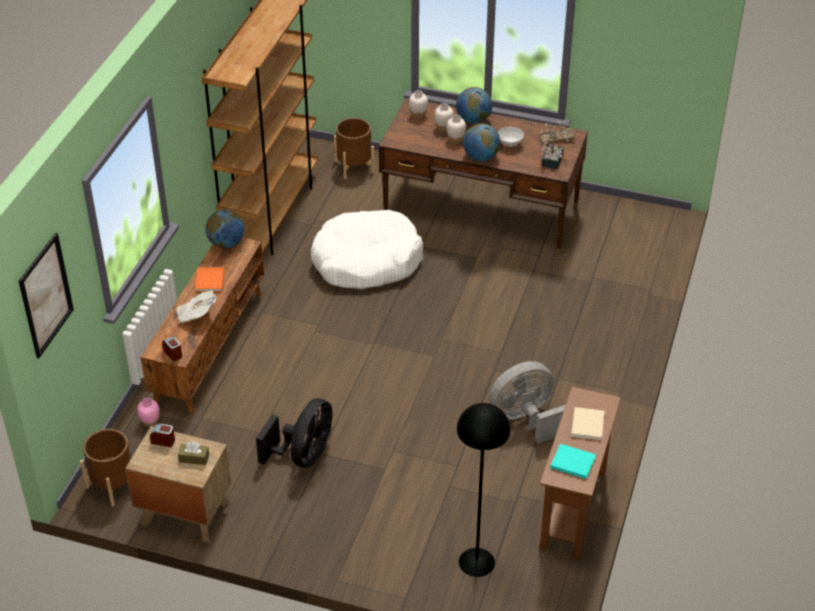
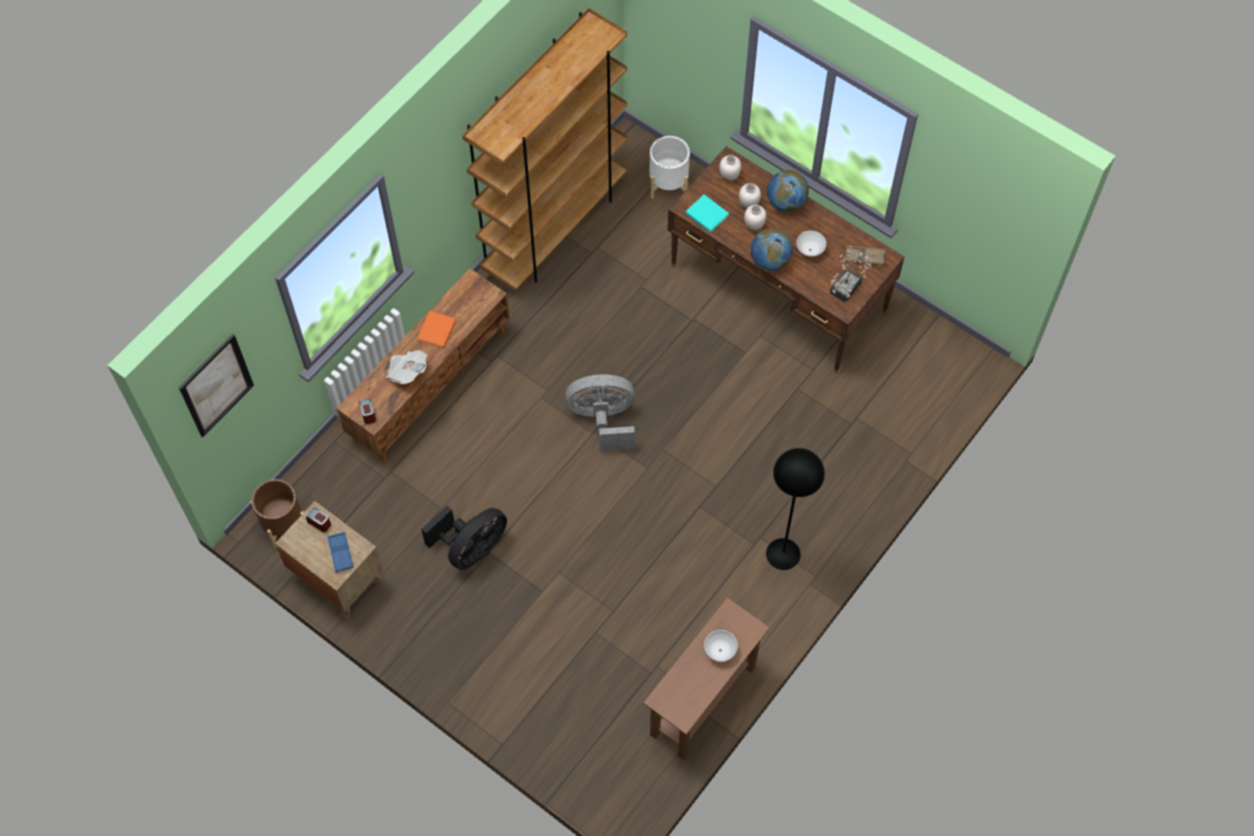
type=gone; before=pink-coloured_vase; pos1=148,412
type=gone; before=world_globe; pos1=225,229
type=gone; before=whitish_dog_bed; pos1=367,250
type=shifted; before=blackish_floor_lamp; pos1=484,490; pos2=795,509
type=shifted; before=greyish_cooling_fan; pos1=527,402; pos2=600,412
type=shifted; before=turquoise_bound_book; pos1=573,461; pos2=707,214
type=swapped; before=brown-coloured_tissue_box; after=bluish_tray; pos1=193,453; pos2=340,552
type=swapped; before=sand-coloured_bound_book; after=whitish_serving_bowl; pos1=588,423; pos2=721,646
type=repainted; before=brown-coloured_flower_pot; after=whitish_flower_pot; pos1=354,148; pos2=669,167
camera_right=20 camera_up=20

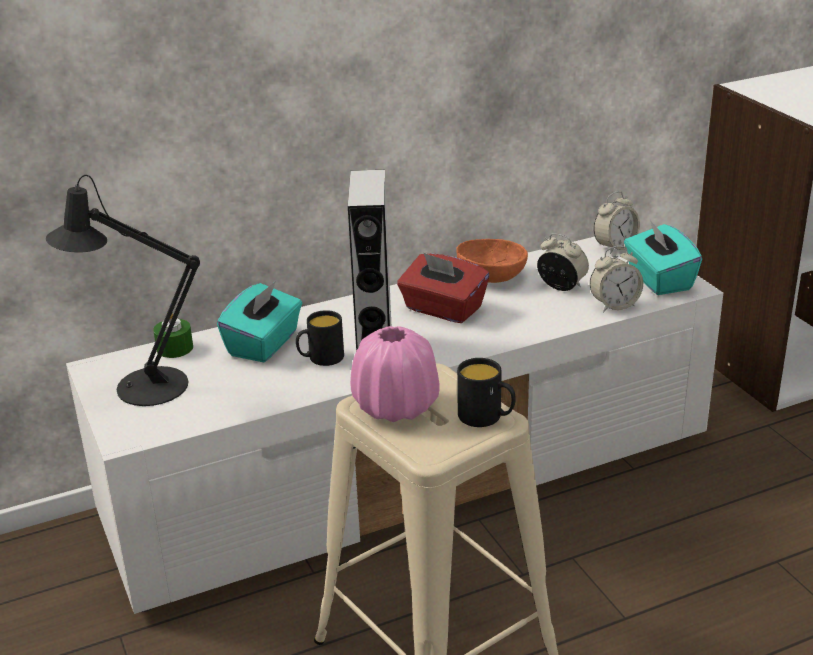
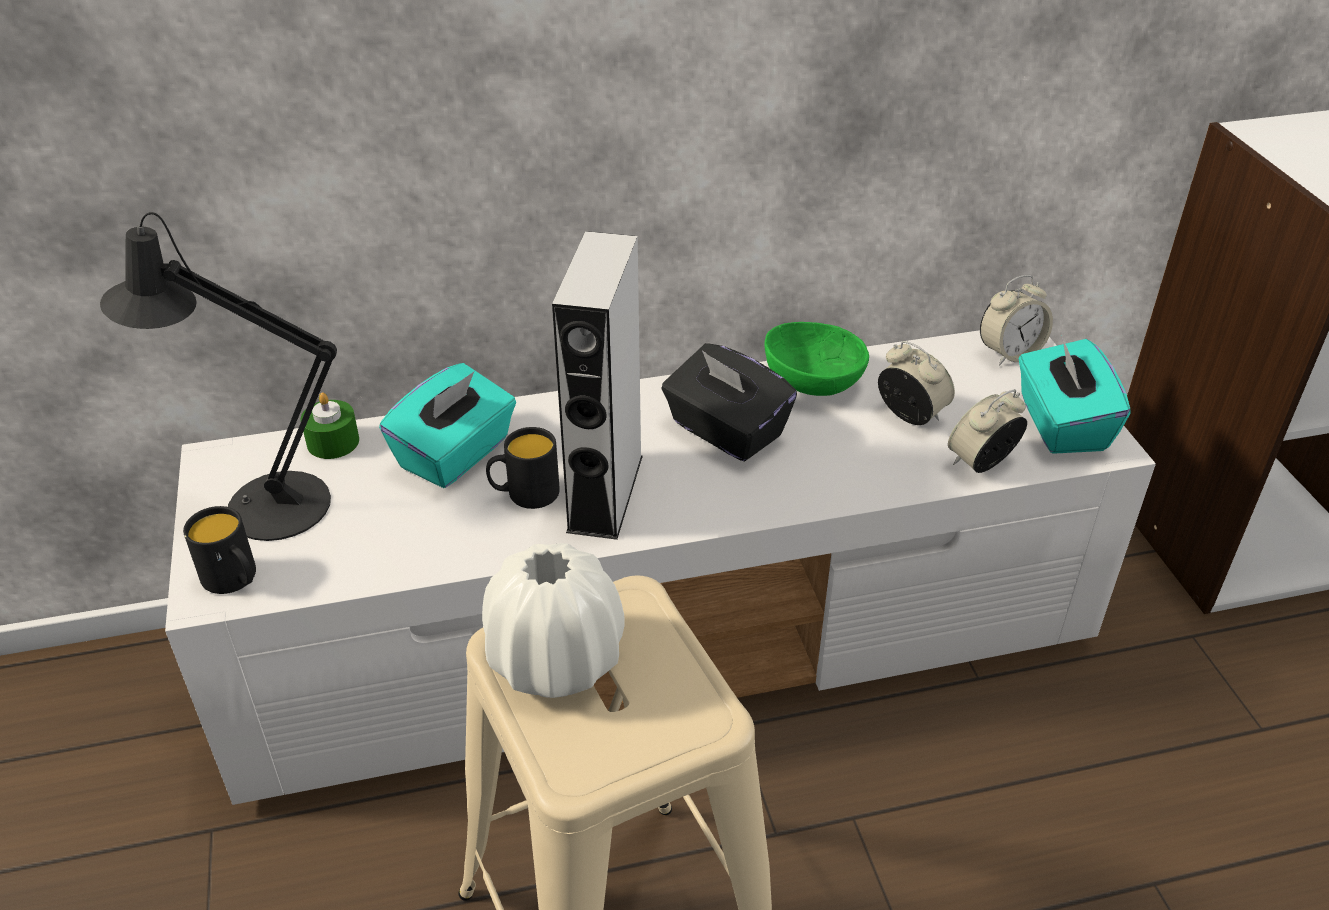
type=shifted; before=blackish_coffee_mug; pos1=486,392; pos2=219,550
type=repainted; before=pink-coloured_vase; after=whitish_vase; pos1=394,374; pos2=553,620
type=repainted; before=reddish_tissue_box; after=blackish_tissue_box; pos1=443,287; pos2=729,402
type=repainted; before=orangey_serving_bowl; after=greenish_serving_bowl; pos1=492,261; pos2=817,359
type=rotated; before=table_clock; pos1=616,279; pos2=987,431; turn=150
camera_right=10 camera_up=10

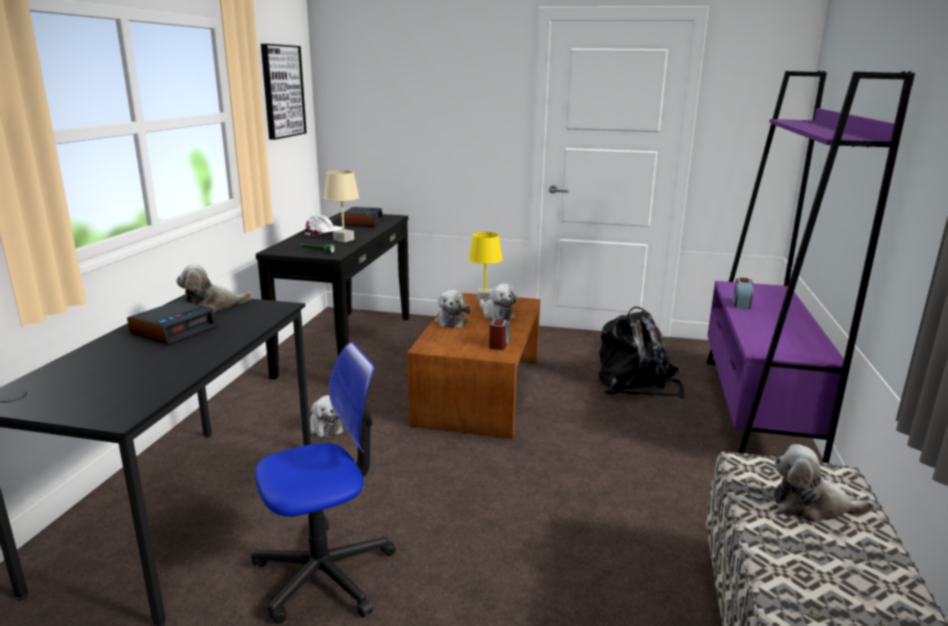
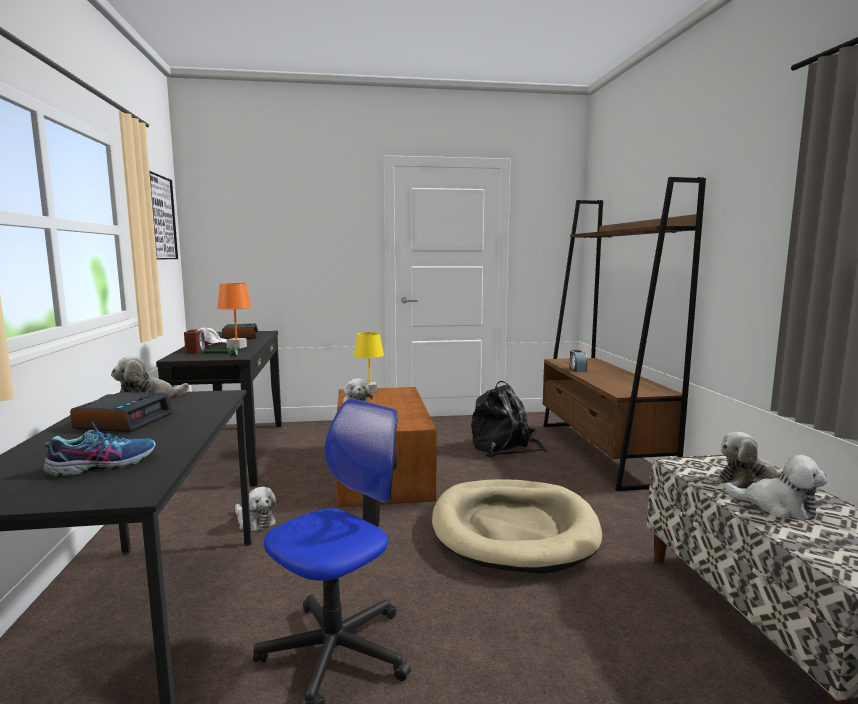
type=new; after=shoe; pos2=99,449
type=new; after=sand-coloured_dog_bed; pos2=517,526
type=shifted; before=soft_toy; pos1=498,302; pos2=776,487
type=shifted; before=table_clock; pos1=499,334; pos2=194,341
type=repainted; before=sand-coloured_tabletop_lamp; after=orangey_tabletop_lamp; pos1=341,206; pos2=234,316
type=repainted; before=purplish_bookcase; after=brown-coloured_bookcase; pos1=811,267; pos2=624,334
camera_right=-20 camera_up=-10

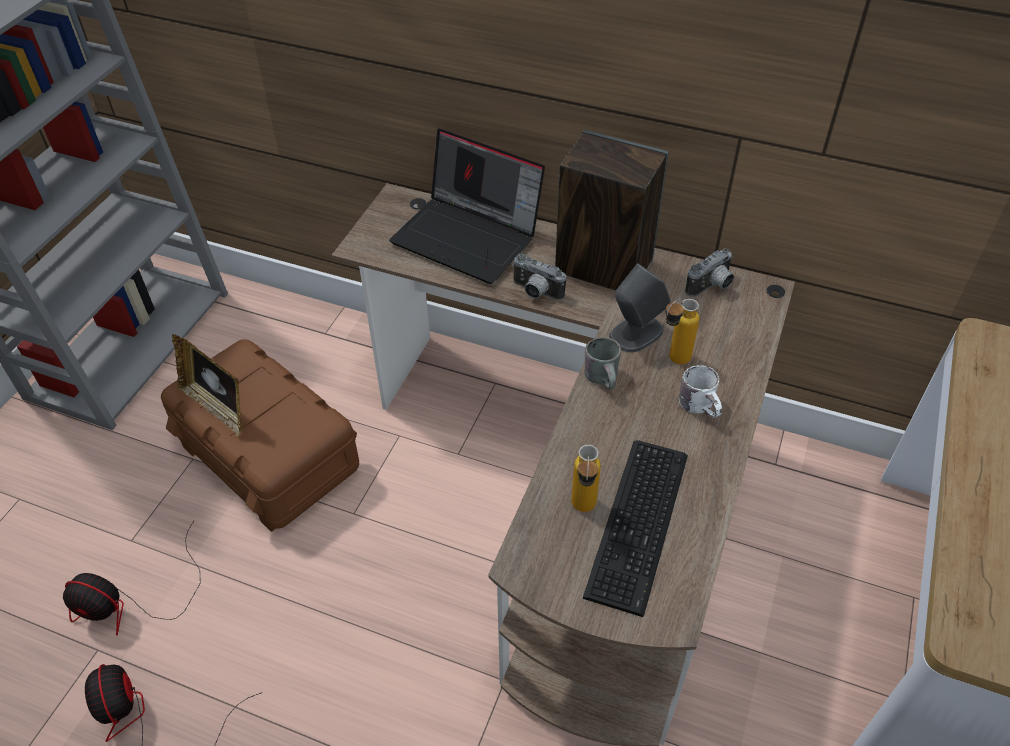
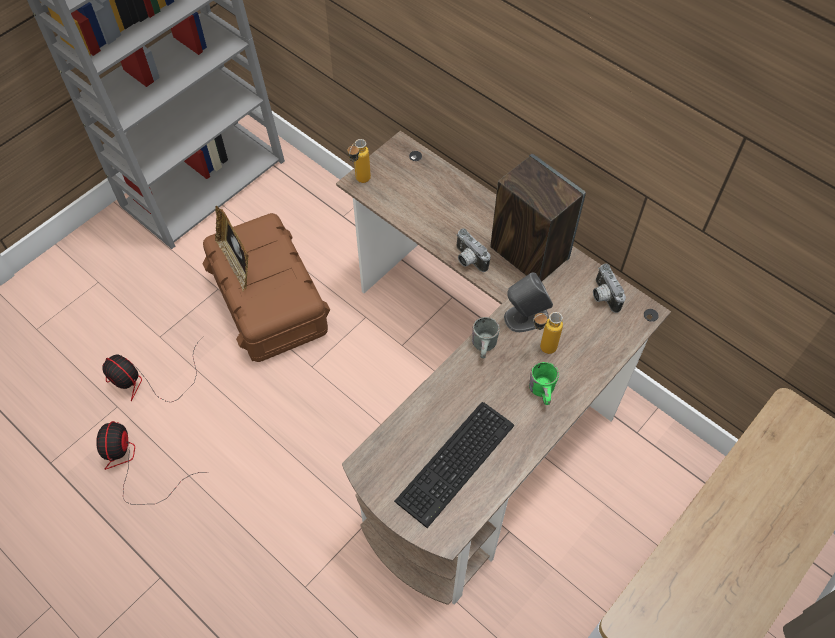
type=gone; before=portable_computer; pos1=467,206
type=shifted; before=beverage_bottle; pos1=586,478; pos2=359,161
type=repainted; before=whitish_coffee_mug; after=greenish_coffee_mug; pos1=700,391; pos2=544,383
type=rotated; before=still_camera; pos1=709,272; pos2=609,288; turn=90
camera_right=20 camera_up=10

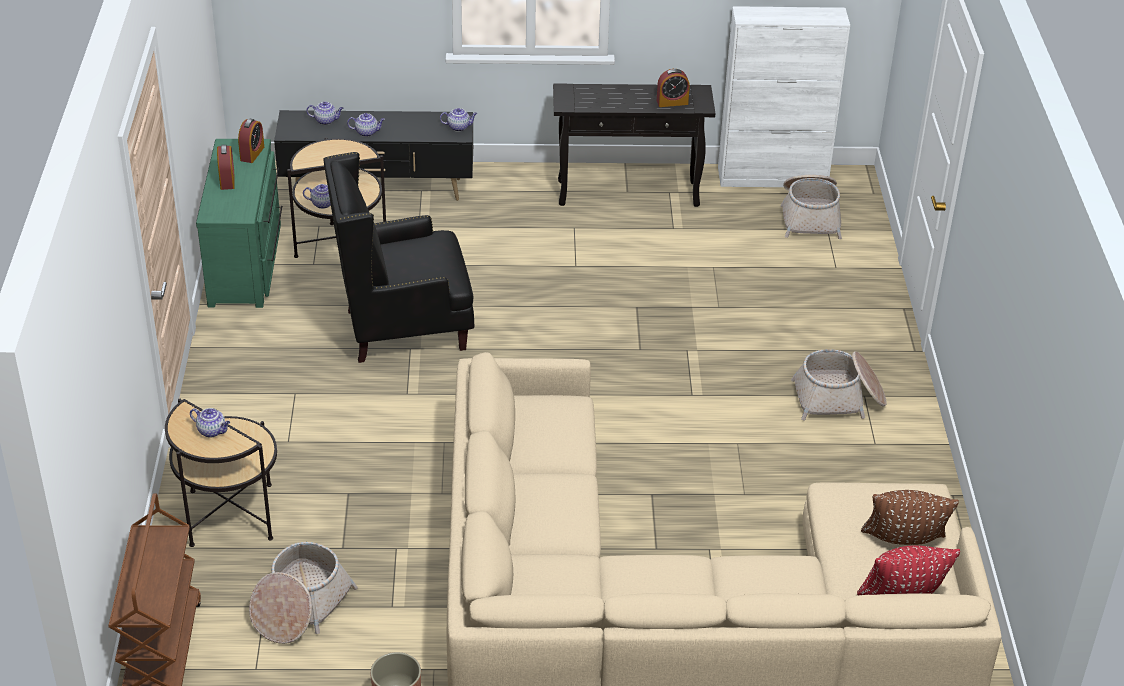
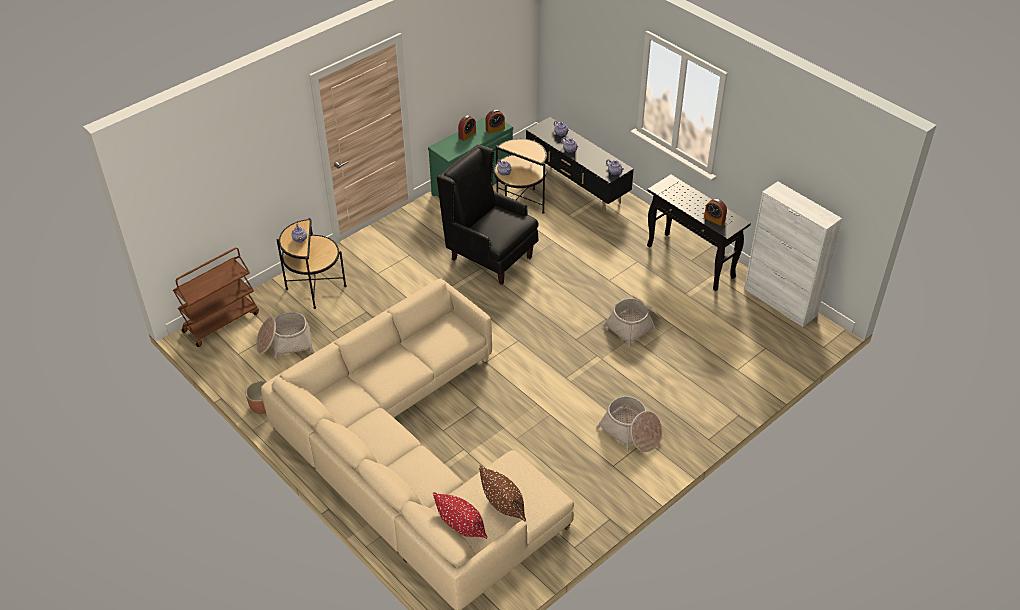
type=shifted; before=basket; pos1=811,207; pos2=632,321
camera_right=50 camera_up=5

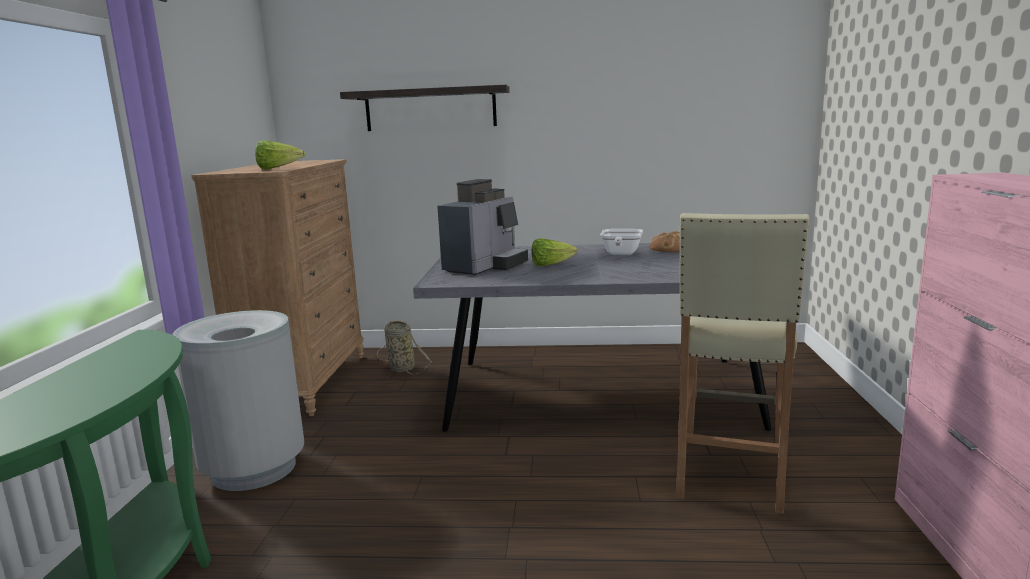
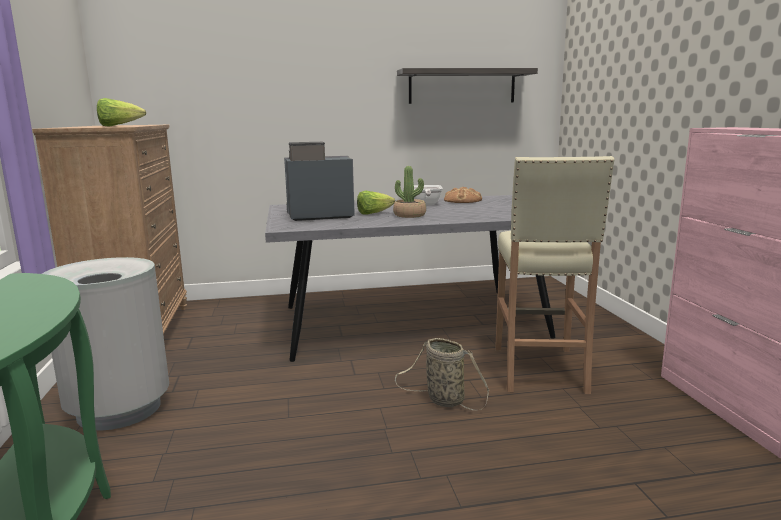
type=new; after=potted_plant; pos2=409,192
type=shifted; before=bracket_shelf; pos1=425,108; pos2=467,86
type=shifted; before=basket; pos1=404,347; pos2=442,374
type=rotated; before=coffee_maker; pos1=482,227; pos2=319,181; turn=-120
camera_right=-15 camera_up=0

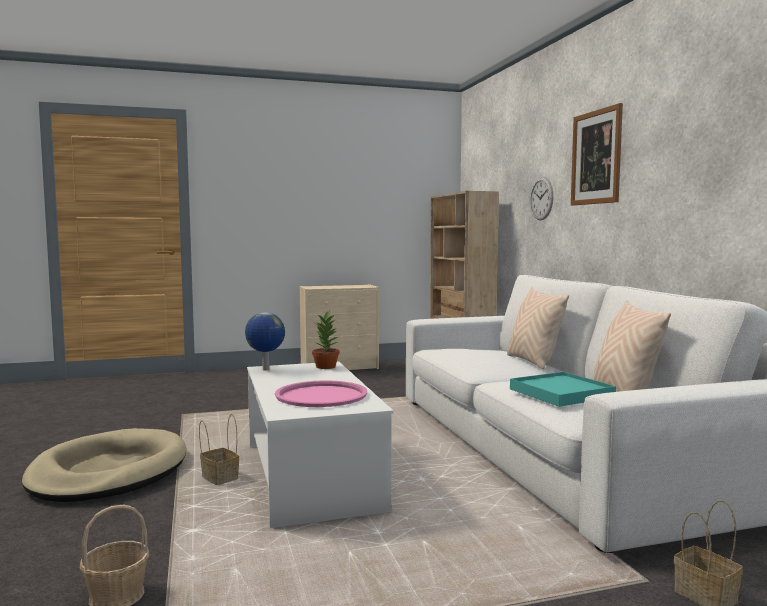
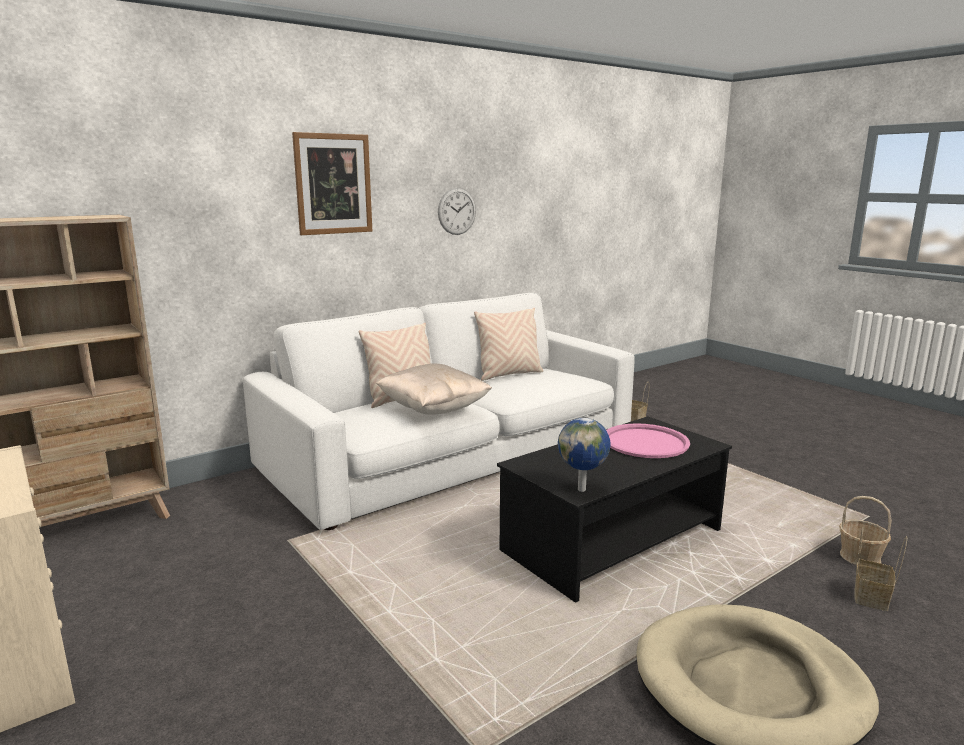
type=gone; before=potted_plant; pos1=326,340
type=gone; before=turquoise_tray; pos1=563,389
type=new; after=sand-coloured_pillow; pos2=434,389
type=shifted; before=basket; pos1=219,449; pos2=880,569
type=shifted; before=hanging_clock; pos1=542,198; pos2=457,211
type=repainted; before=whitish_lounge_table; after=blackish_lounge_table; pos1=320,444; pos2=614,509
camera_right=-110 camera_up=10

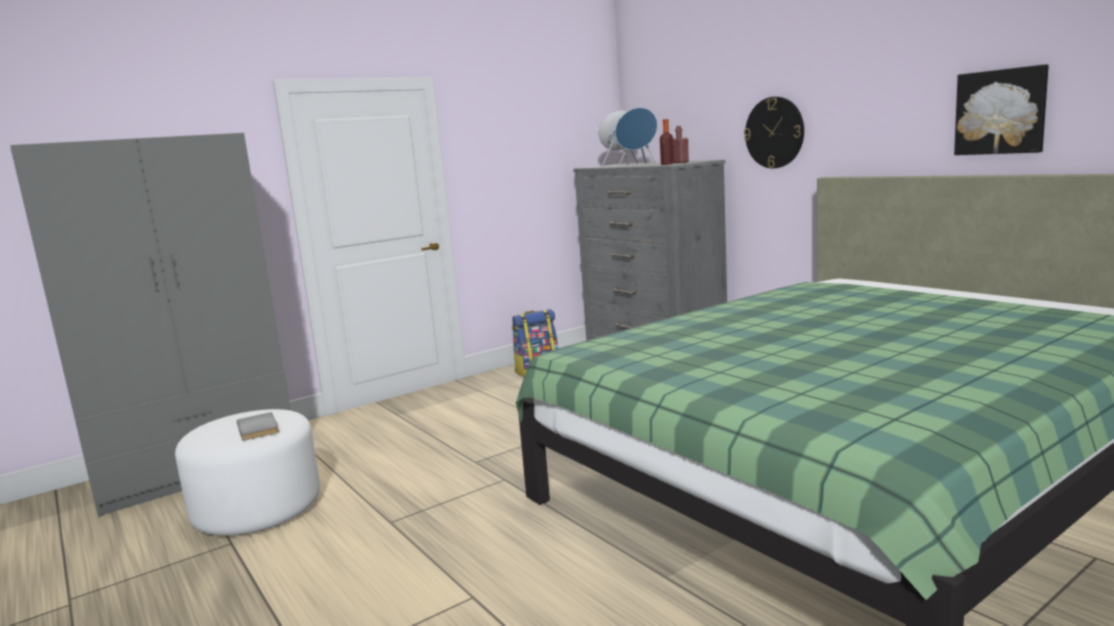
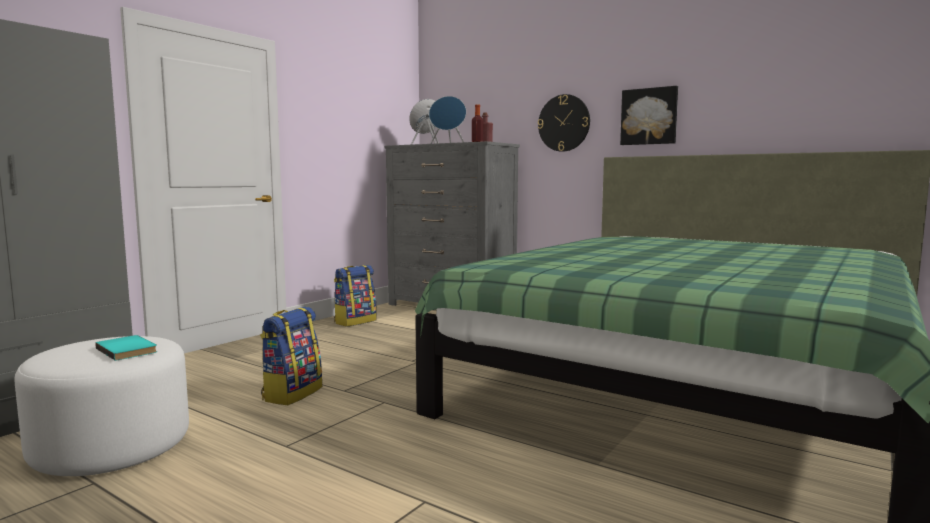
type=new; after=rucksack; pos2=291,356
type=shifted; before=wall_art; pos1=1001,110; pos2=649,115
type=repainted; before=greyish_bound_book; after=turquoise_bound_book; pos1=258,426; pos2=126,348
camera_right=-20 camera_up=-5

